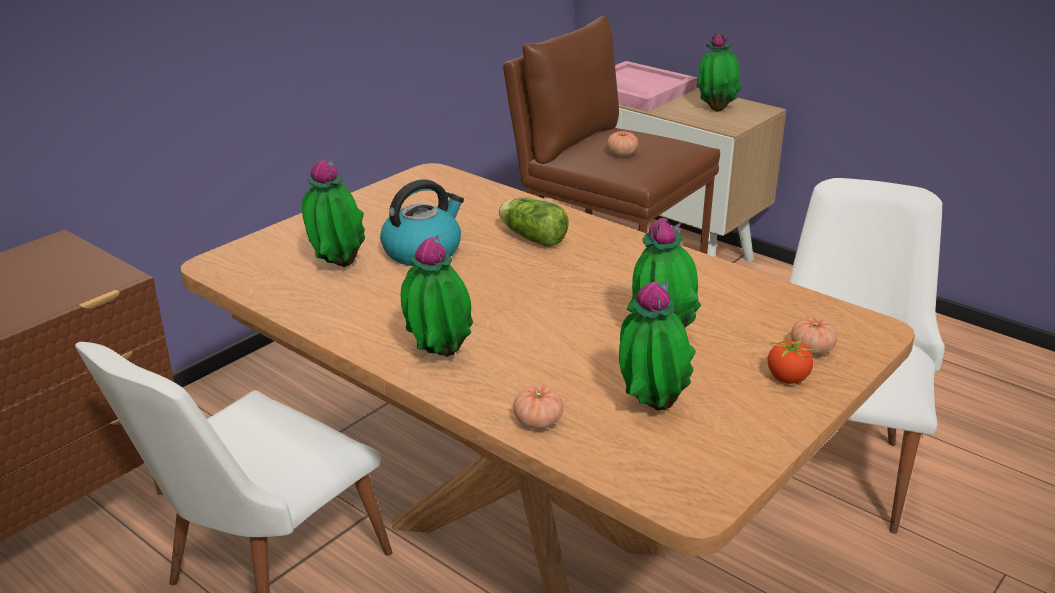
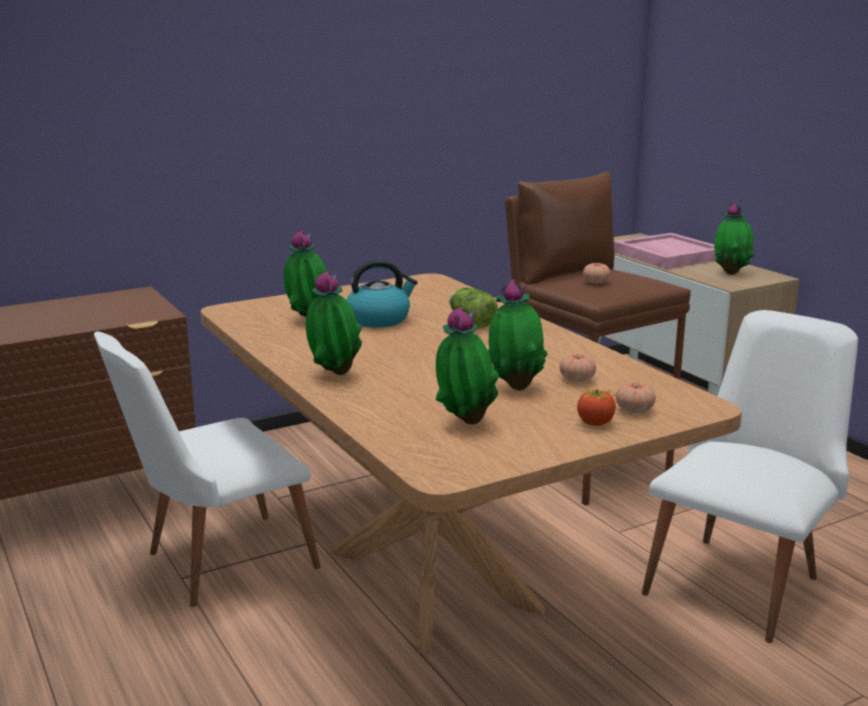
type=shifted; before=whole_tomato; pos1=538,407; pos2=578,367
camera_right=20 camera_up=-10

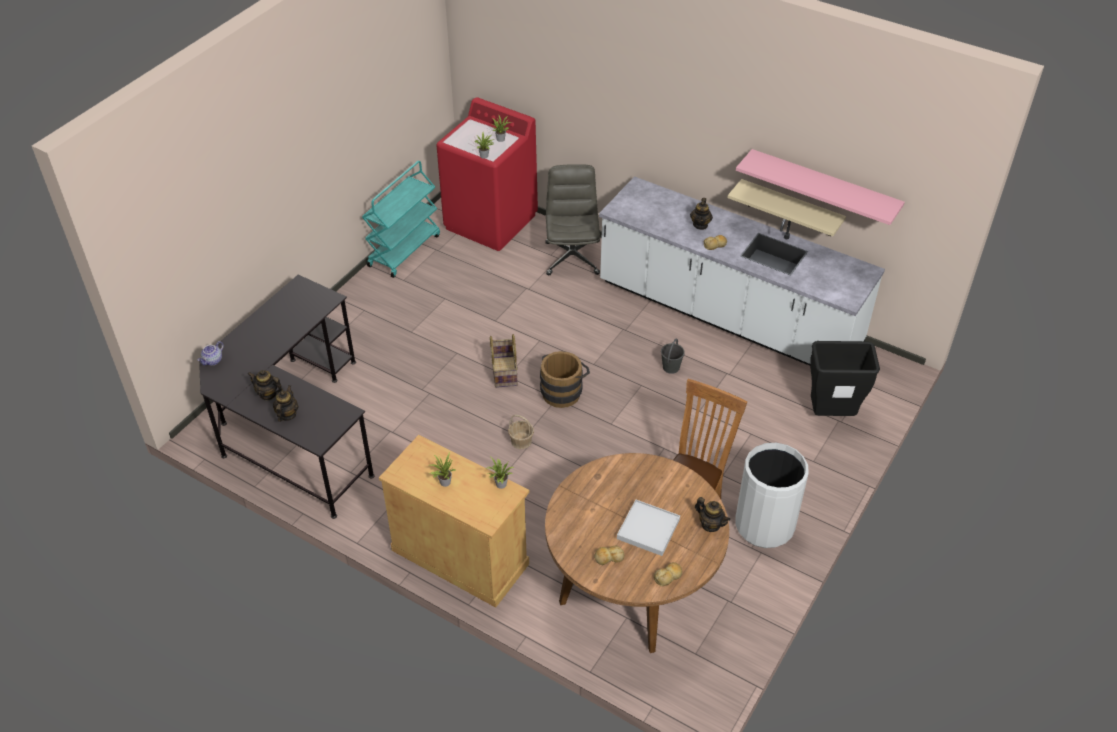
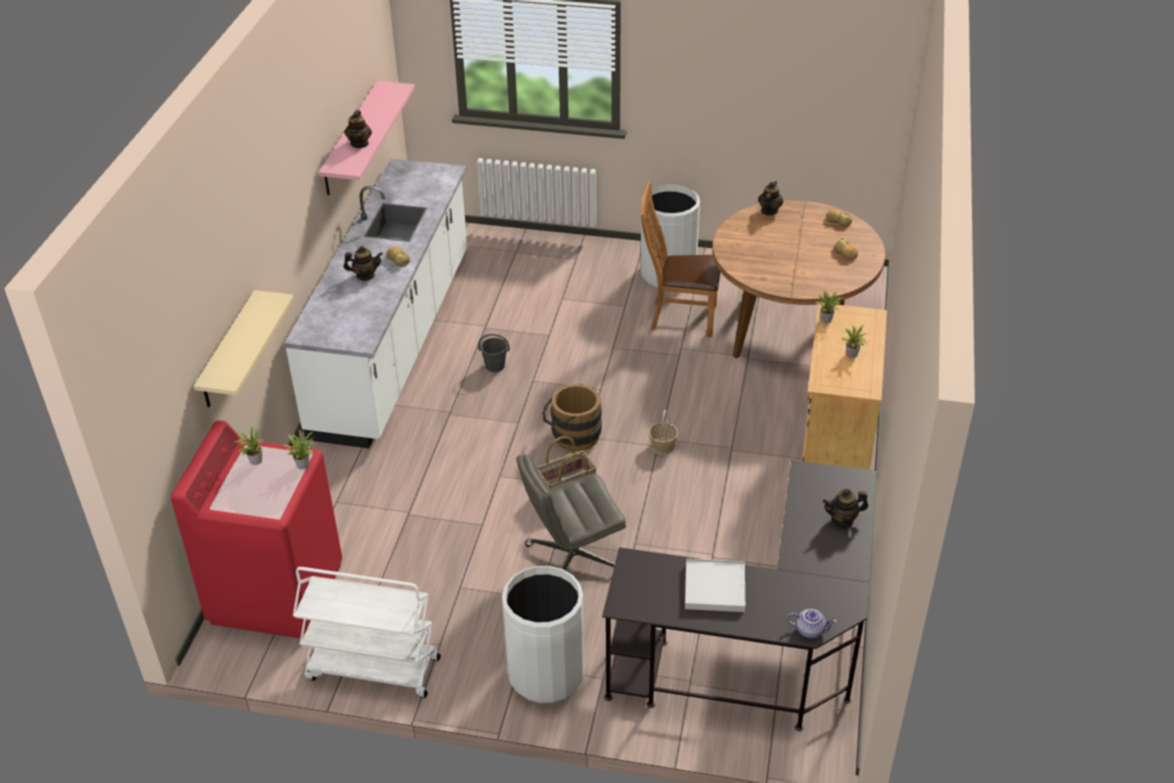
type=gone; before=blackish_waste_bin; pos1=845,378
type=new; after=whitish_waste_bin; pos2=543,634
type=shifted; before=teapot; pos1=265,385; pos2=358,129
type=shifted; before=greyish_desk_chair; pos1=572,219; pos2=571,512
type=shifted; before=whitish_tray; pos1=648,528; pos2=715,585
type=shifted; before=sand-coloured_bracket_shelf; pos1=787,207; pos2=244,349
type=repainted; before=turquoise_wheeled_cart; after=whitish_wheeled_cart; pos1=401,219; pos2=367,632
camera_right=-110 camera_up=-5

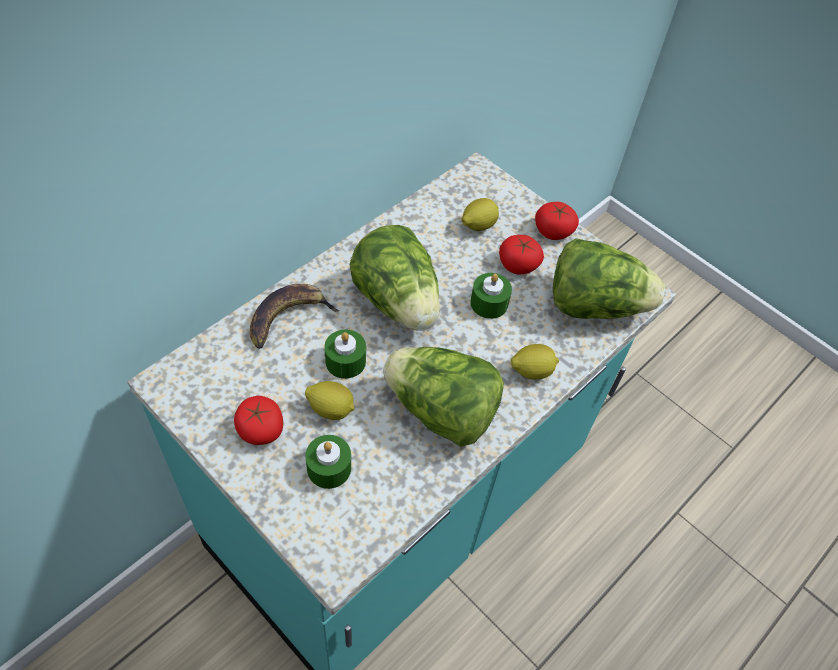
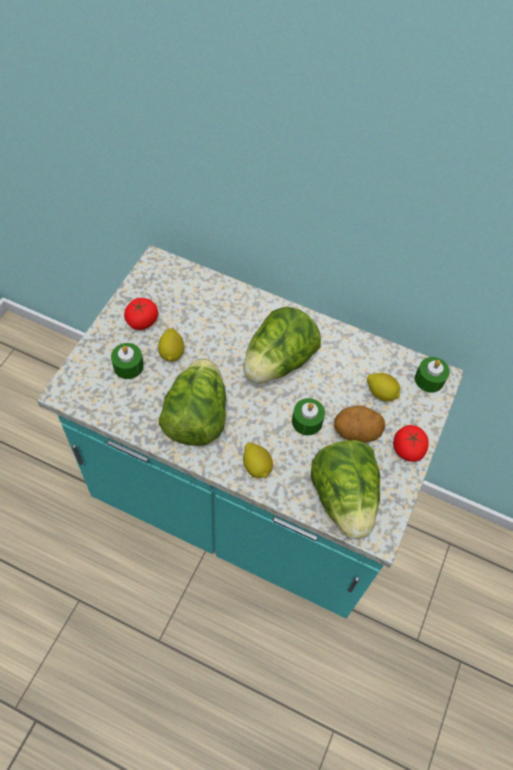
type=gone; before=whole_banana; pos1=294,316
type=shifted; before=greenish_wax_light; pos1=345,354; pos2=432,375
type=swapped; before=whole_tomato; after=whole_potato; pos1=521,254; pos2=359,423
camera_right=70 camera_up=5

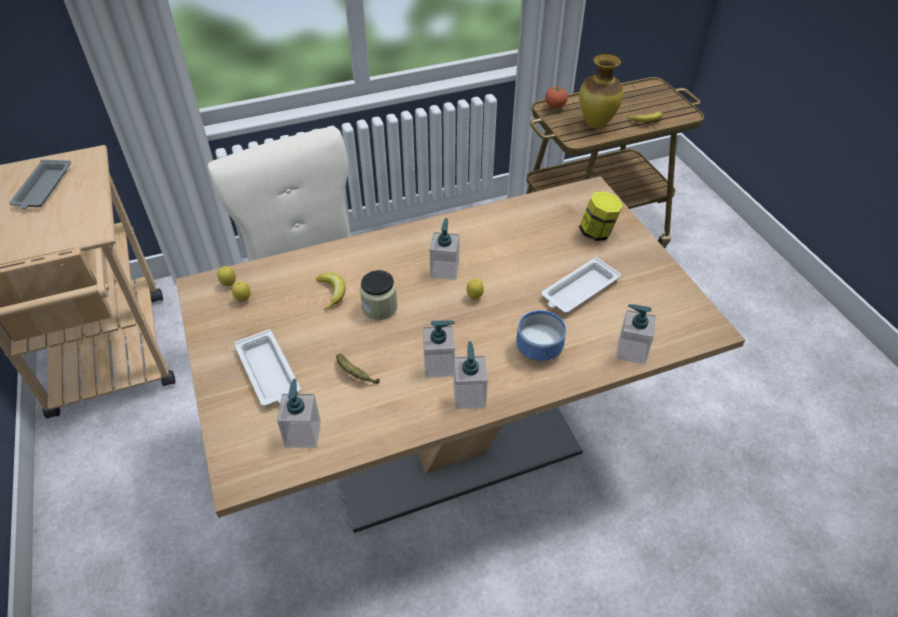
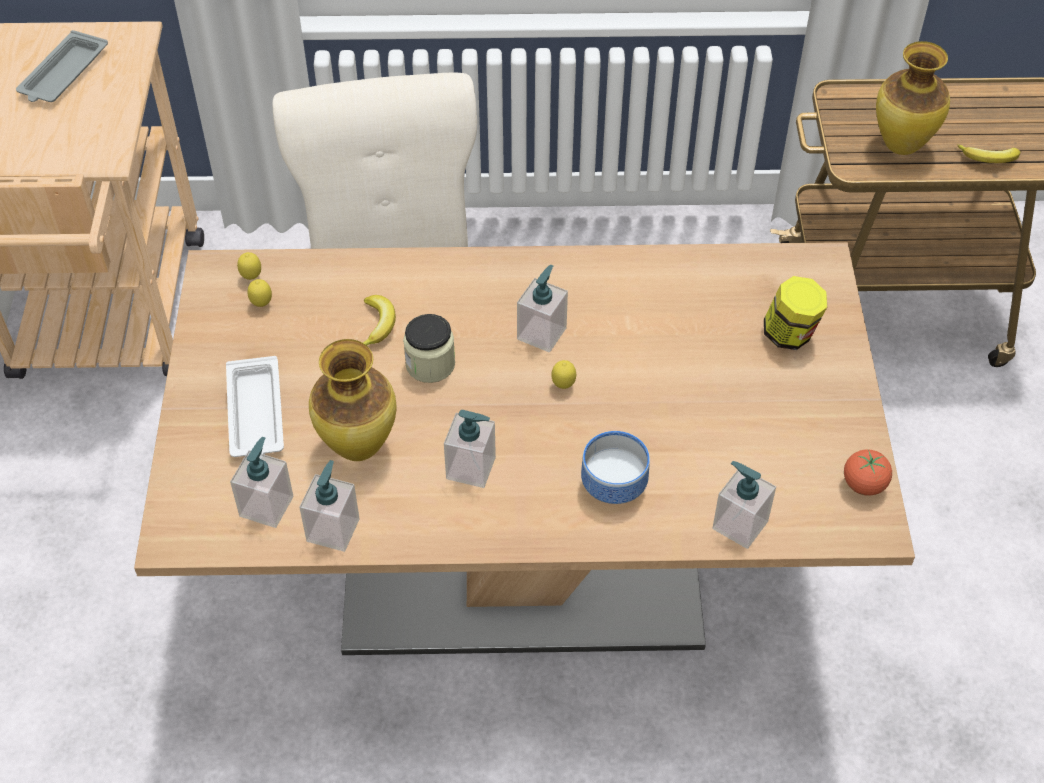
type=gone; before=whitish_tray; pos1=581,285
type=shifted; before=soap_dispenser; pos1=471,375; pos2=329,506
type=shifted; before=whole_tomato; pos1=556,97; pos2=868,472
type=swapped; before=whole_banana; after=vase; pos1=358,368; pos2=353,400
camera_right=20 camera_up=5

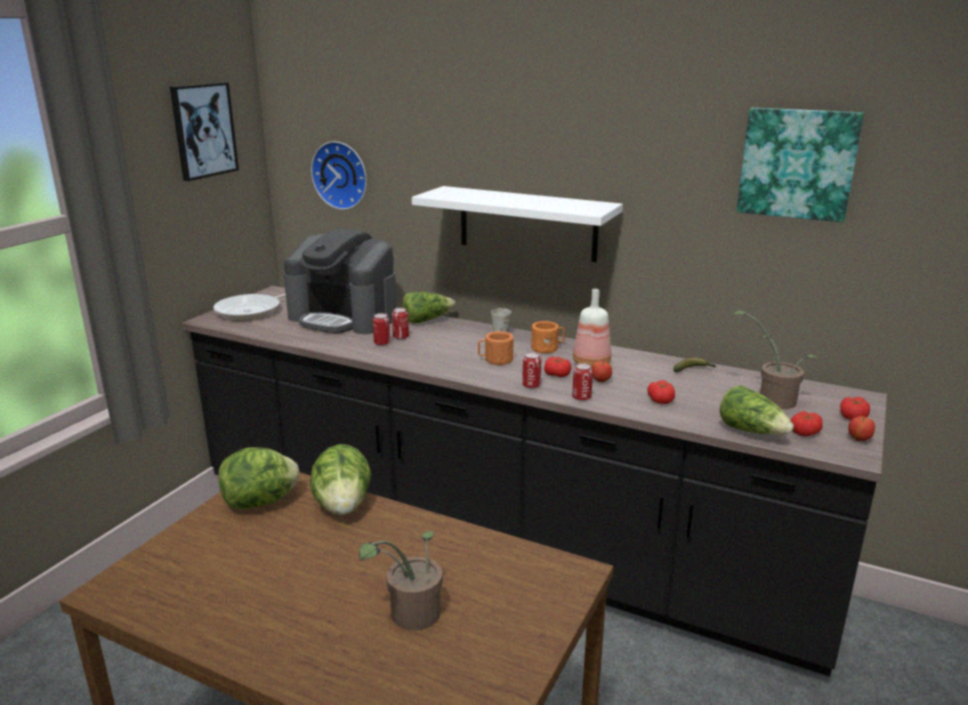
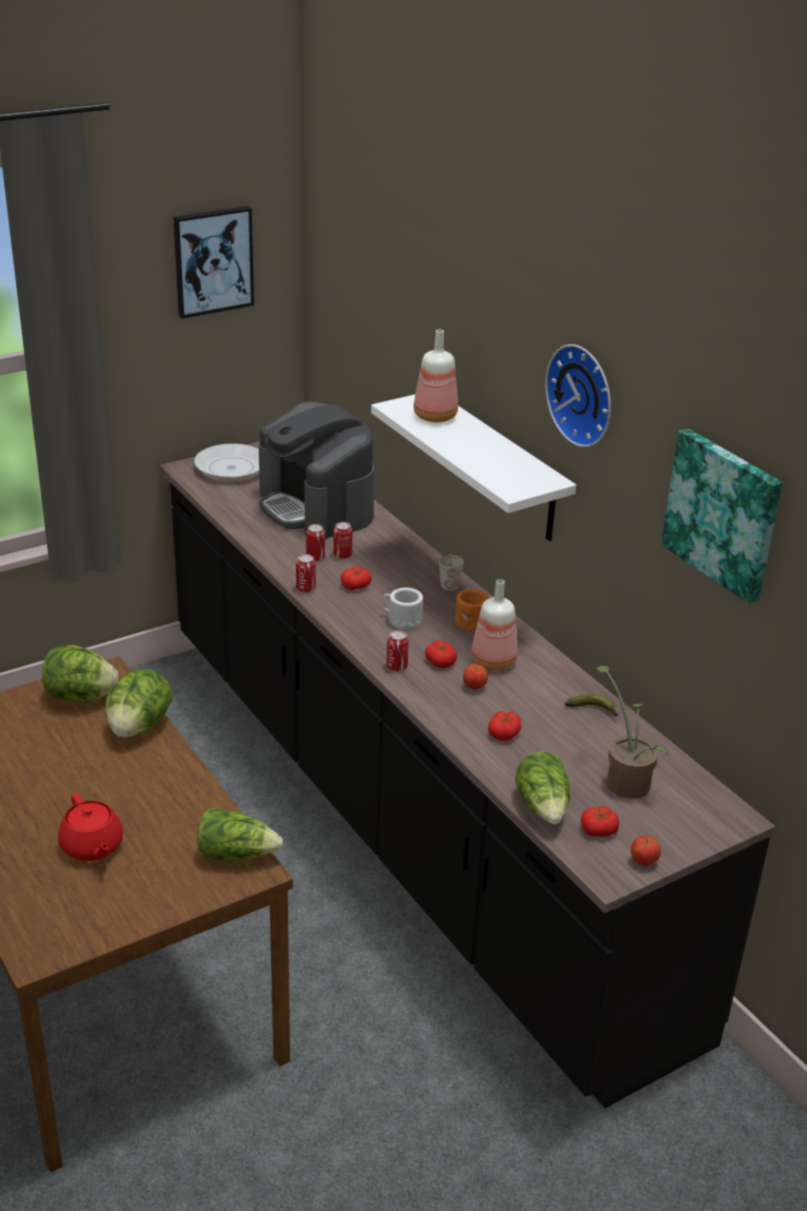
type=new; after=beverage_bottle; pos2=436,375
type=shifted; before=hanging_clock; pos1=339,175; pos2=578,395
type=shifted; before=head_of_lettuce; pos1=429,307; pos2=240,834
type=shifted; before=metal_can; pos1=582,382; pos2=306,573
type=shifted; before=whole_tomato; pos1=855,408; pos2=356,578
type=swapped; before=potted_plant; after=reddish_teapot; pos1=401,581; pos2=90,827
type=repainted; before=orangey_coffee_mug; after=whitish_coffee_mug; pos1=496,348; pos2=403,609
camera_right=30 camera_up=10

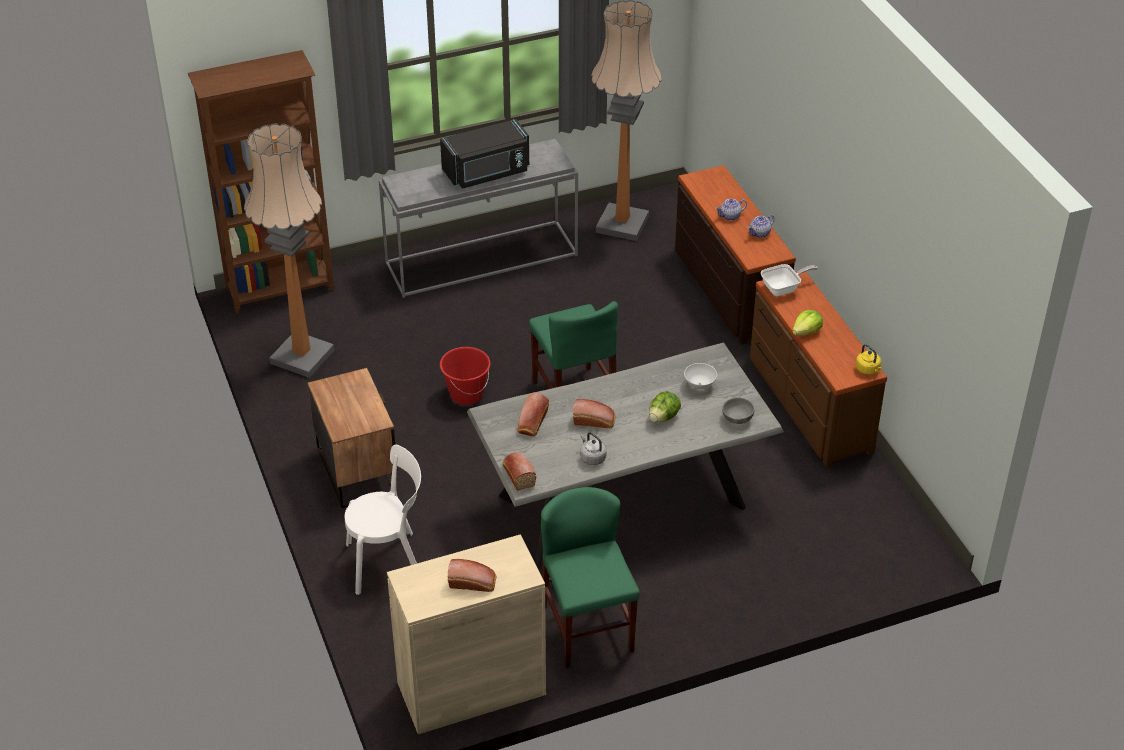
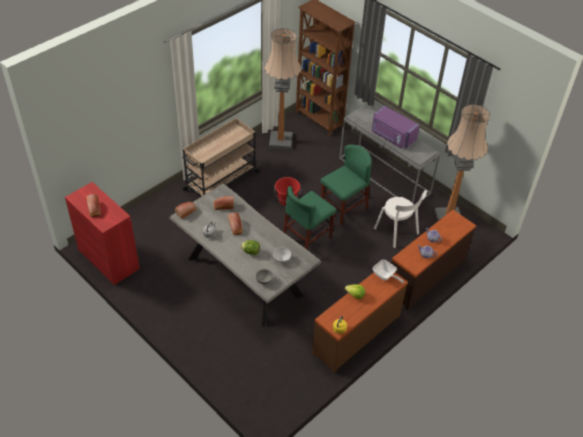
type=shifted; before=whitish_chair; pos1=383,520; pos2=400,219
type=shifted; before=greenish_chair; pos1=590,577; pos2=346,184
type=swapped; before=nightstand; after=sand-coloured_wheeled_cart; pos1=353,438; pos2=221,157
type=repainted; before=sand-coloured_cabinet; after=reddish_cabinet; pos1=466,634; pos2=102,233
type=repainted; before=blackish_microwave; after=purplish_microwave; pos1=485,154; pos2=396,127
camera_right=65 camera_up=5

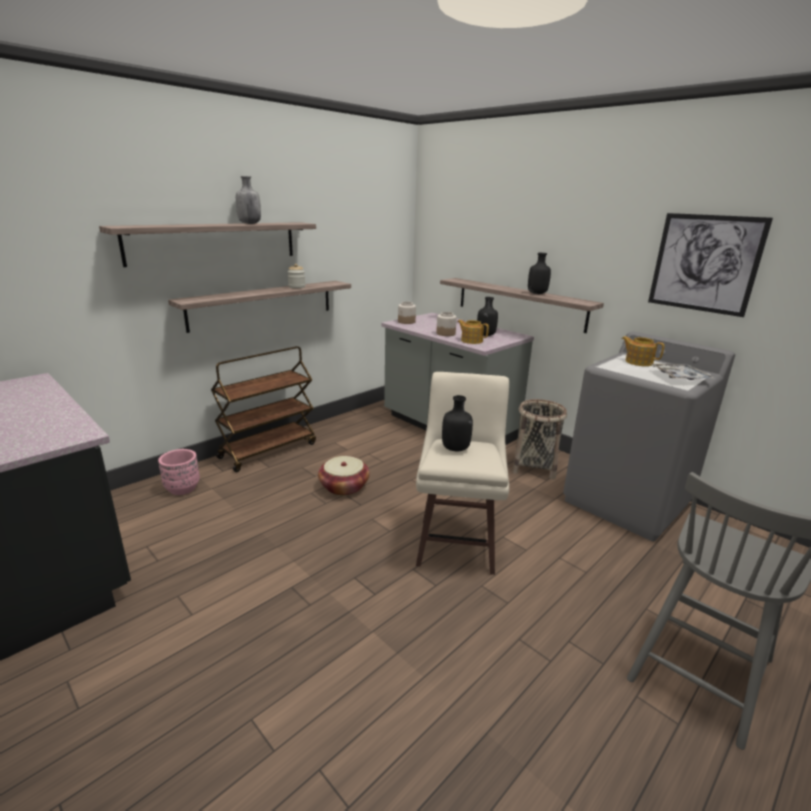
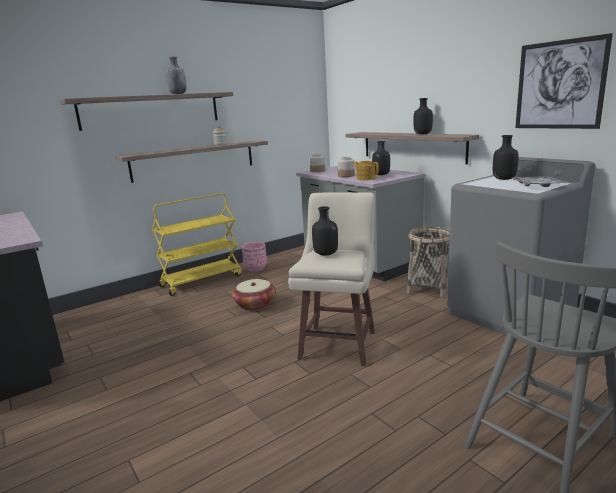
type=shifted; before=pink-coloured_flower_pot; pos1=179,472; pos2=254,257
type=swapped; before=teapot; after=blackish_beverage_bottle; pos1=643,351; pos2=505,157
type=repainted; before=brown-coloured_wheeled_cart; after=yellowish_wheeled_cart; pos1=263,409; pos2=196,244
camera_right=10 camera_up=-5

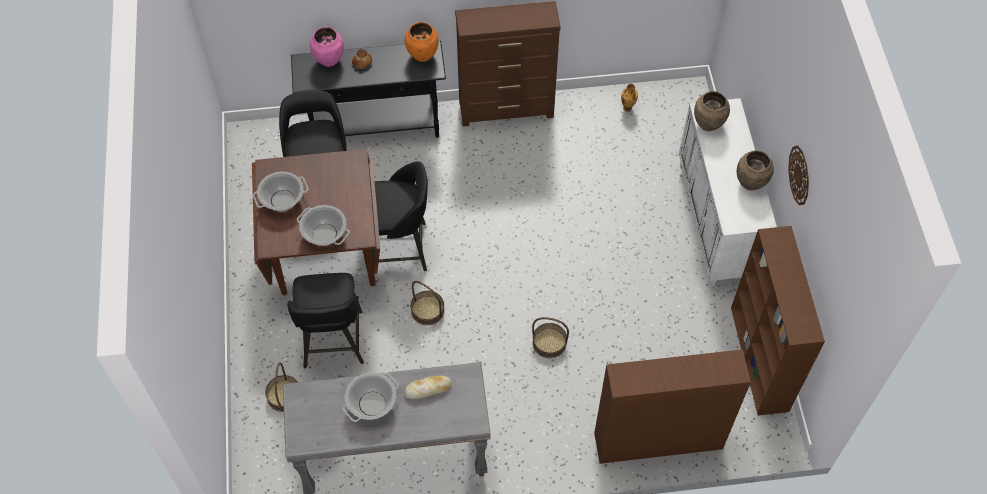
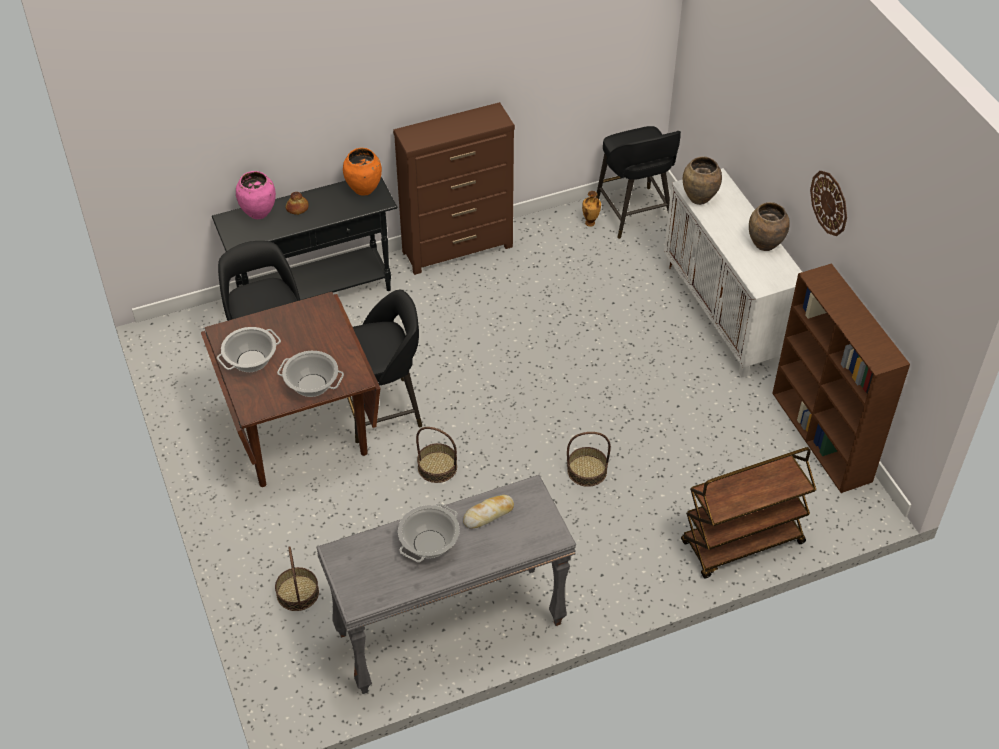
type=shifted; before=blackish_stool; pos1=325,320; pos2=638,182
type=swapped; before=brown-coloured_bookcase; after=brown-coloured_wheeled_cart; pos1=672,406; pos2=748,512
camera_right=-15 camera_up=-10

